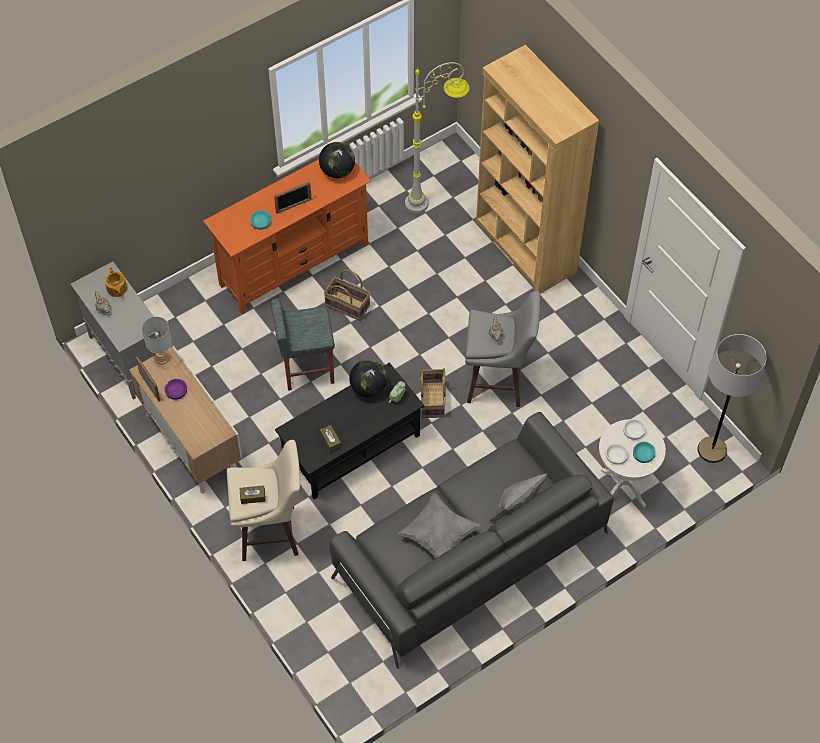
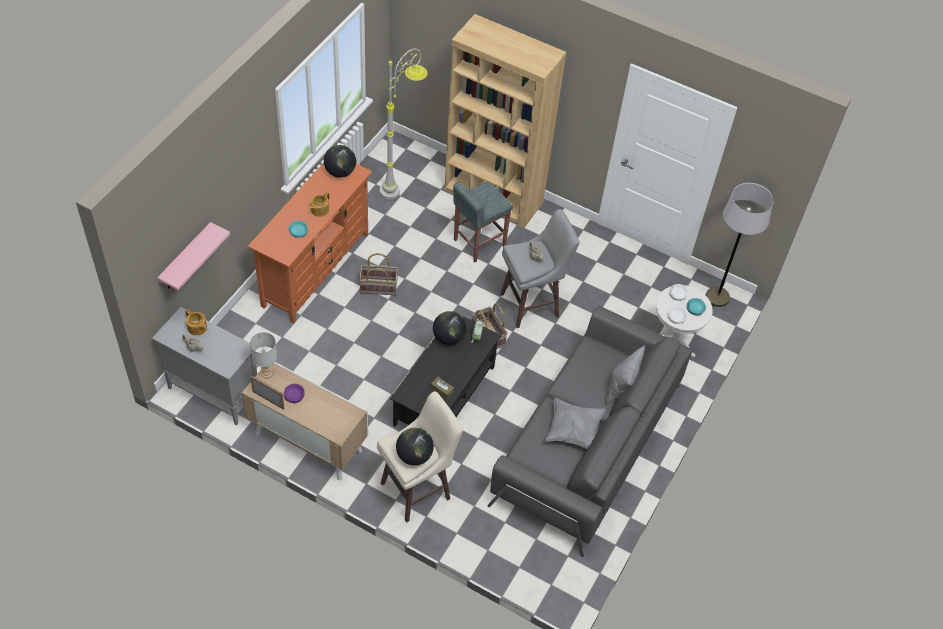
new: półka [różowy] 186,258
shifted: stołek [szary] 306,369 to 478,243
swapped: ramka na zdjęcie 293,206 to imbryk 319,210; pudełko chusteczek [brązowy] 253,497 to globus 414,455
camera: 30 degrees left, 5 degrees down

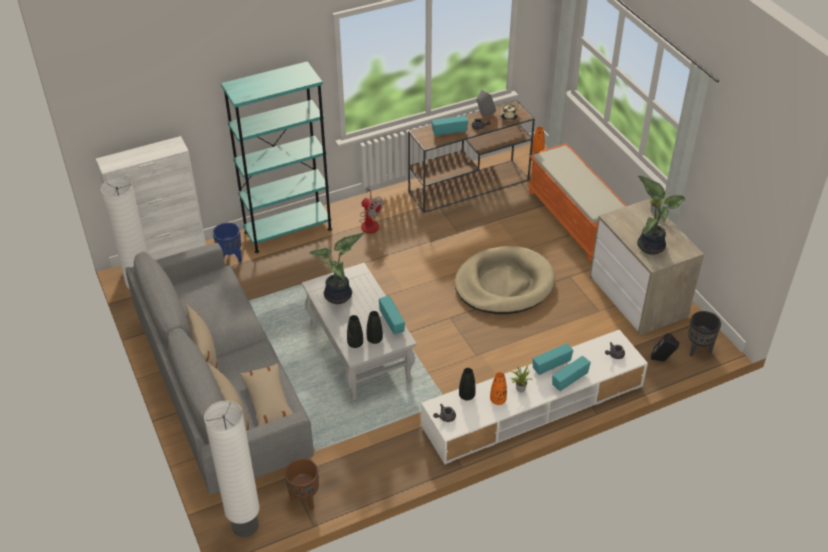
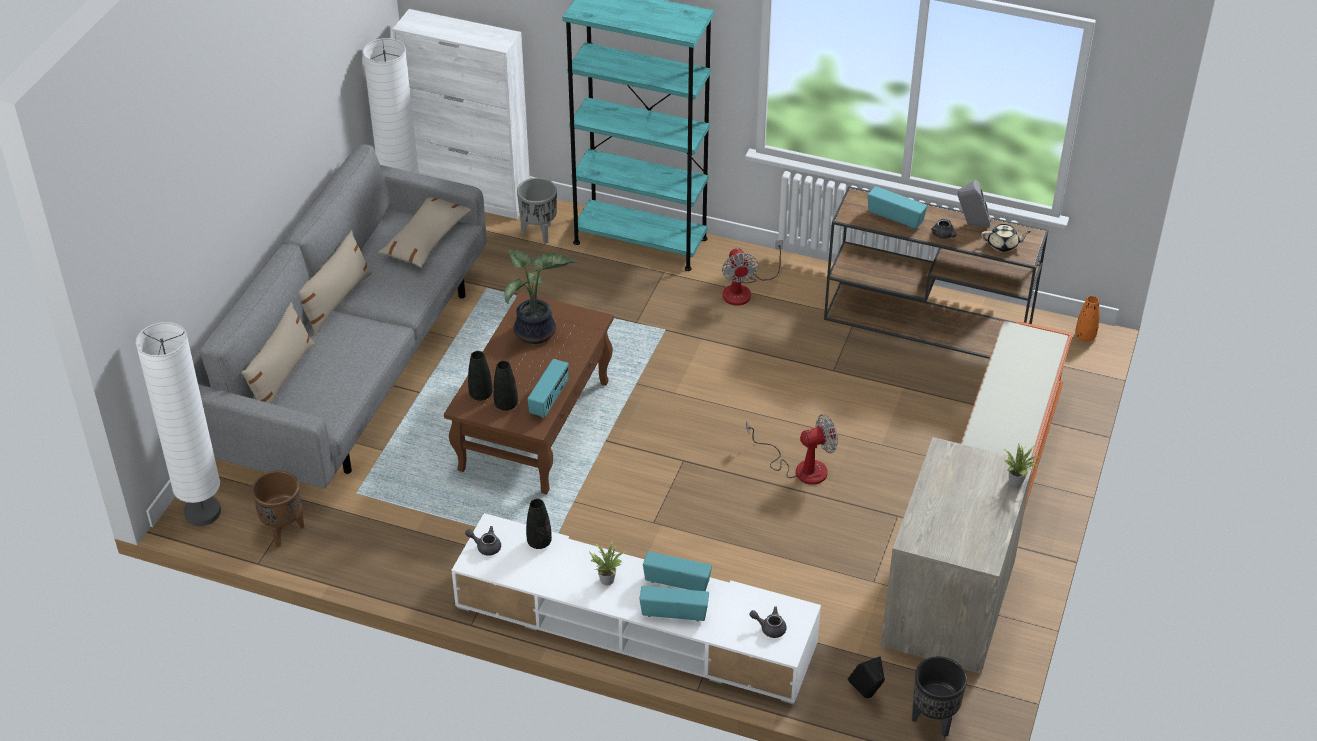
gone: roślina doniczkowa 651,245; wazon [pomarańczowy] 498,400
shifted: poduszka [beżowy] 268,402 to 426,239
swapped: legowisko [beżowy] 504,284 to wentylator 800,467
repainted: donica [niebieski] 230,259 to donica [szary] 539,233; ława [biały] 359,351 to ława [brązowy] 535,424
camera: 45 degrees right, 0 degrees up

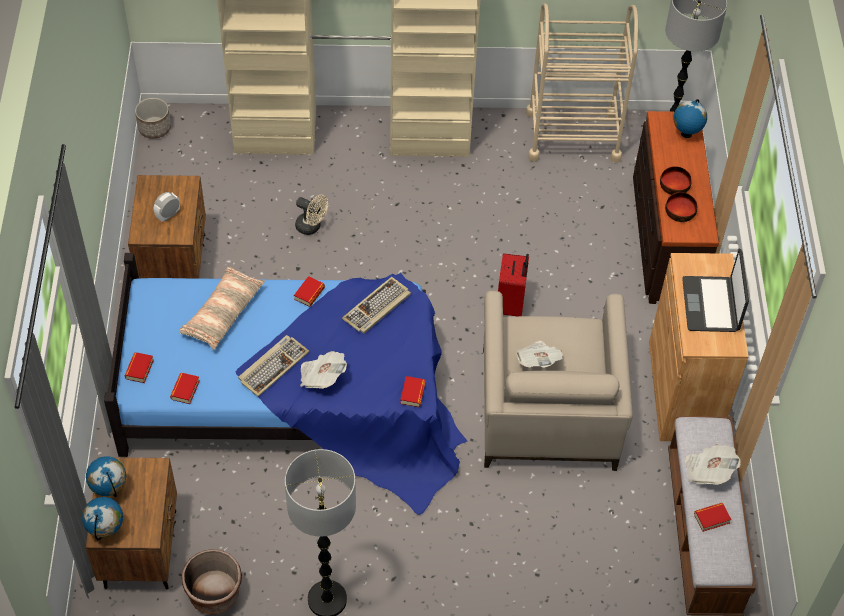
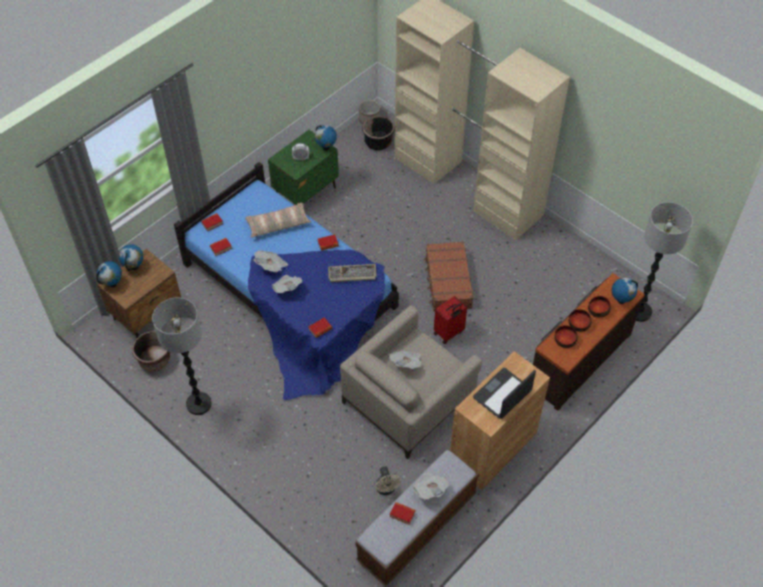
gone: wózek [beżowy] 572,135
new: donica [czarny] 378,142; globus 326,147; walizka [brązowy] 447,282; miska 598,309
shifted: wentylator [beżowy] 312,227 to 386,489
swapped: klawiatura 273,366 to gazeta 271,266
repainted: szafka nocna [brązowy] 174,263 to szafka nocna [zielony] 306,192
camera: 45 degrees right, 0 degrees up

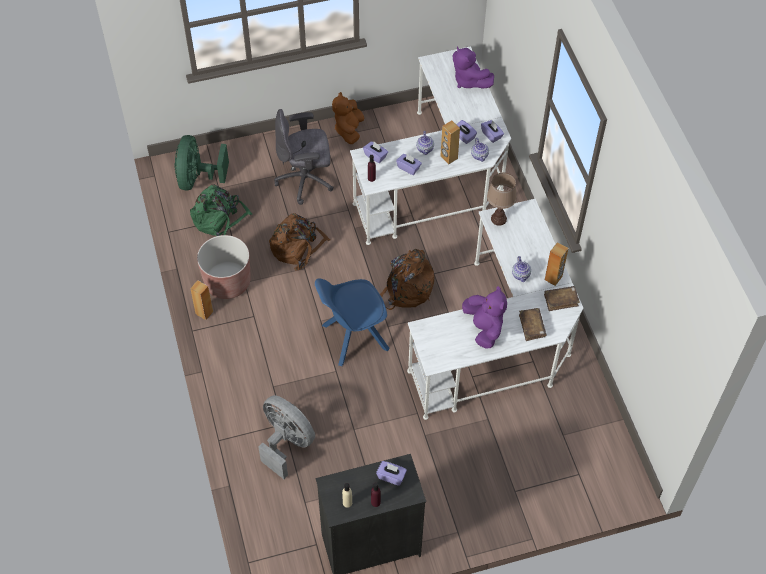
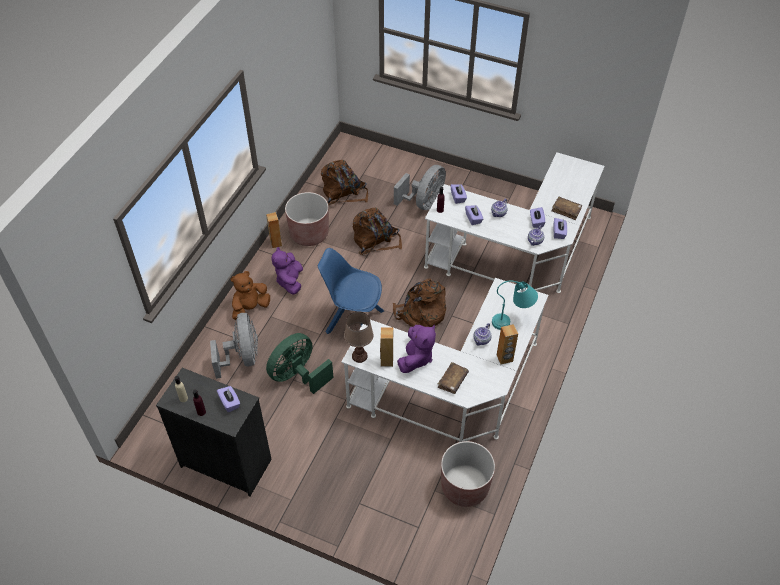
new: lampa stołowa [turkusowy] 513,320; donica [brązowy] 464,487
shifted: pluszak [fioletowy] 468,80 to 290,281; pluszak [brązowy] 349,130 to 250,308; głośnik [brązowy] 448,157 to 386,360; wentylator [zielony] 198,178 to 298,375; lampa stołowa [brązowy] 498,219 to 359,356; książka [brązowy] 561,300 to 566,210
swapped: krzesło biurowe [szary] 305,180 to wentylator [szary] 423,202
repainted: plecak [zielony] 219,219 to plecak [brązowy] 343,193
camera: 40 degrees right, 5 degrees down

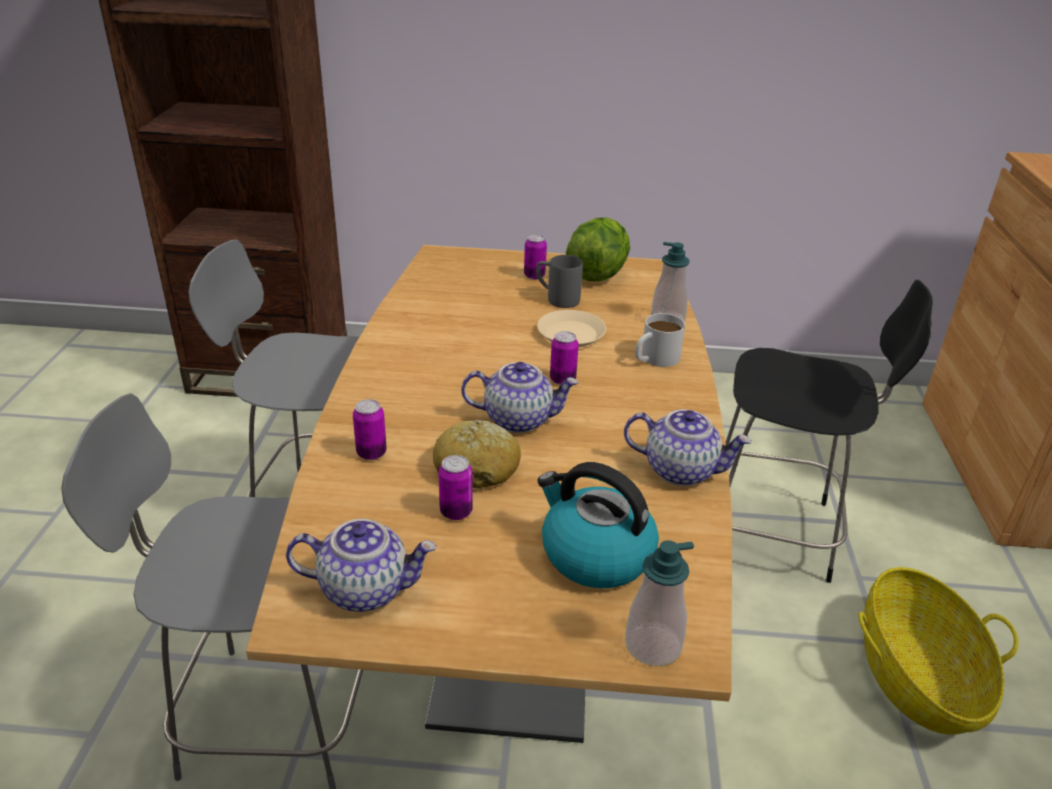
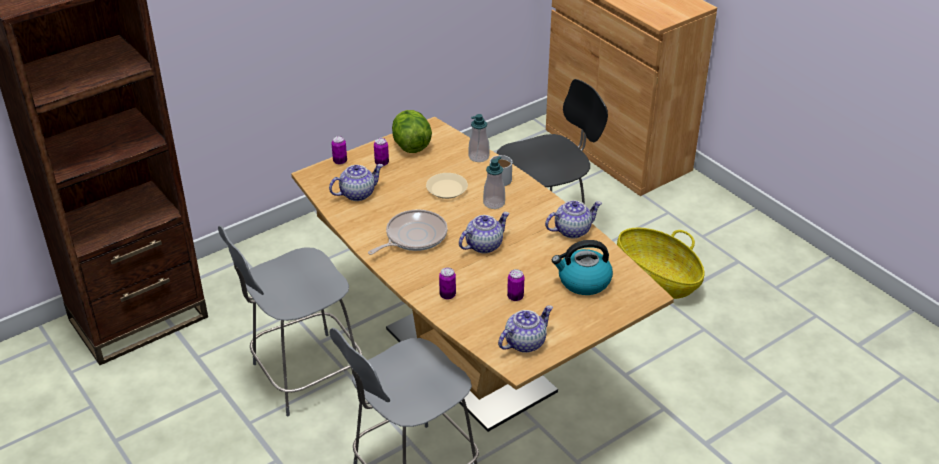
gone: kubek [szary] 556,299; chleb 477,468
new: imbryk 357,193; patelnia 413,237
shifted: puszka 562,380 to 340,161; dozownik mydła 653,645 to 494,203
camera: 40 degrees left, 5 degrees up

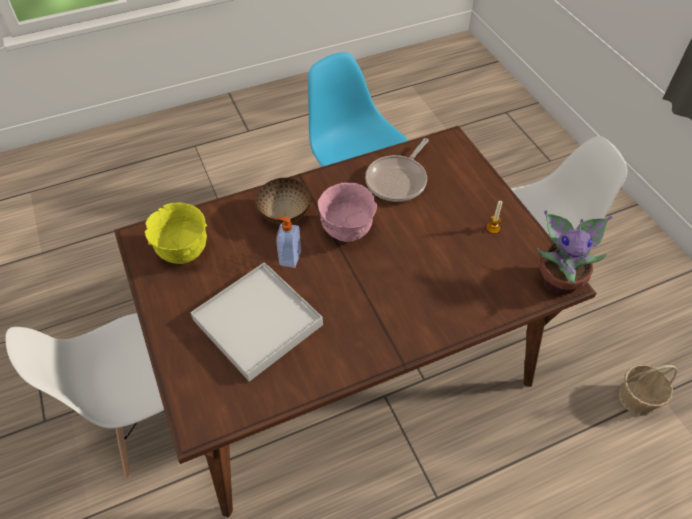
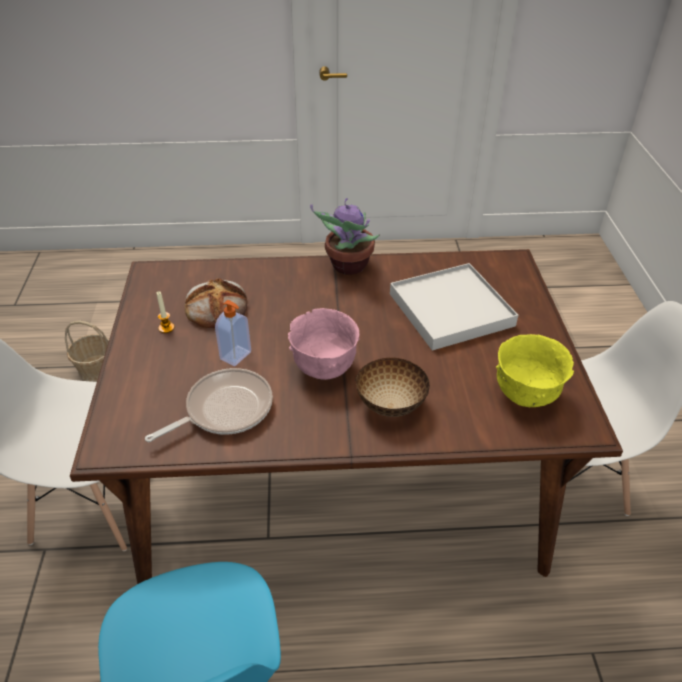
new: chleb 217,307
shifted: roślina doniczkowa 559,279 to 348,266; dozownik mydła 289,258 to 236,356
camera: 160 degrees left, 10 degrees down

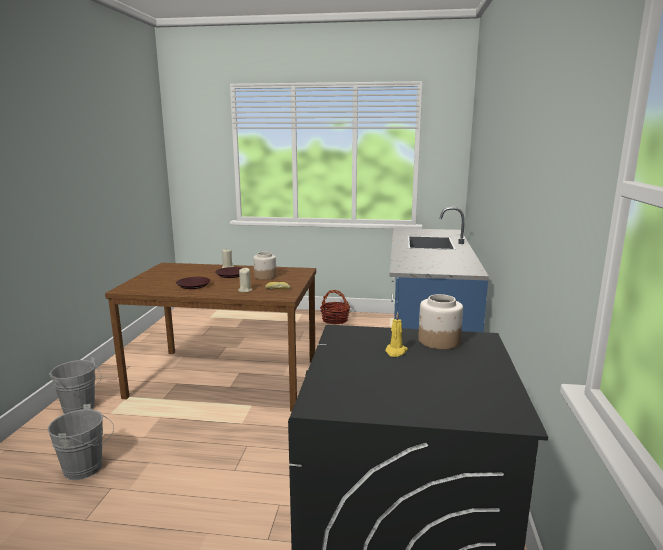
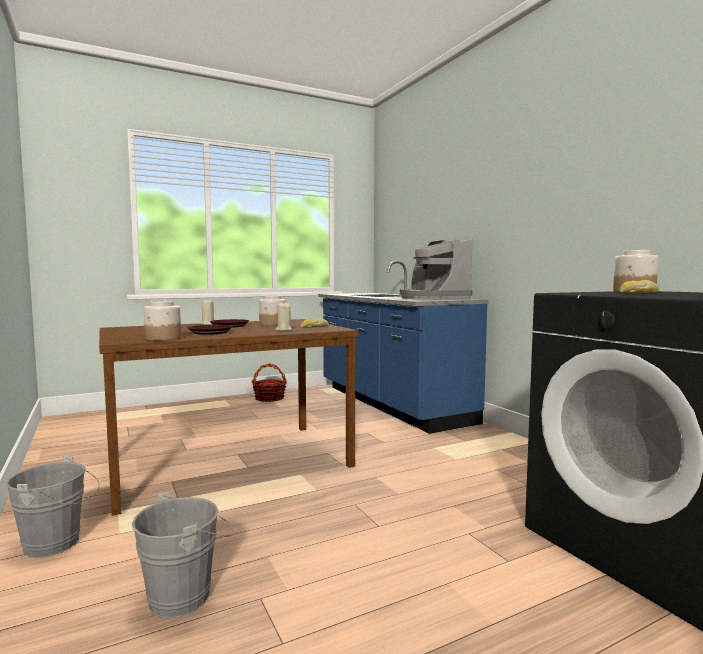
new: ekspres do kawy 433,298; słoik 163,338
swapped: świeca [żółty] 395,351 to chleb 637,293
camera: 35 degrees left, 10 degrees down

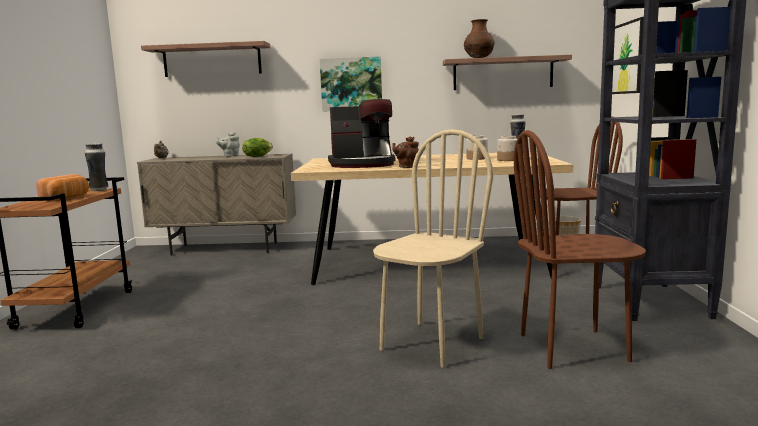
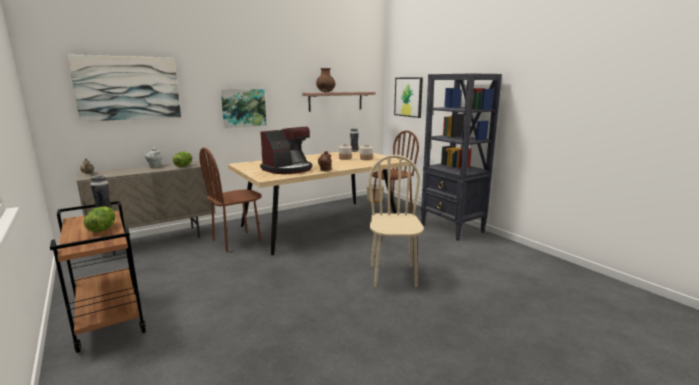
shifted: krzesło [brązowy] 573,348 to 237,241
swapped: półka 212,60 to obraz 128,88; chleb 67,198 to sałata 102,229
camera: 35 degrees left, 5 degrees up

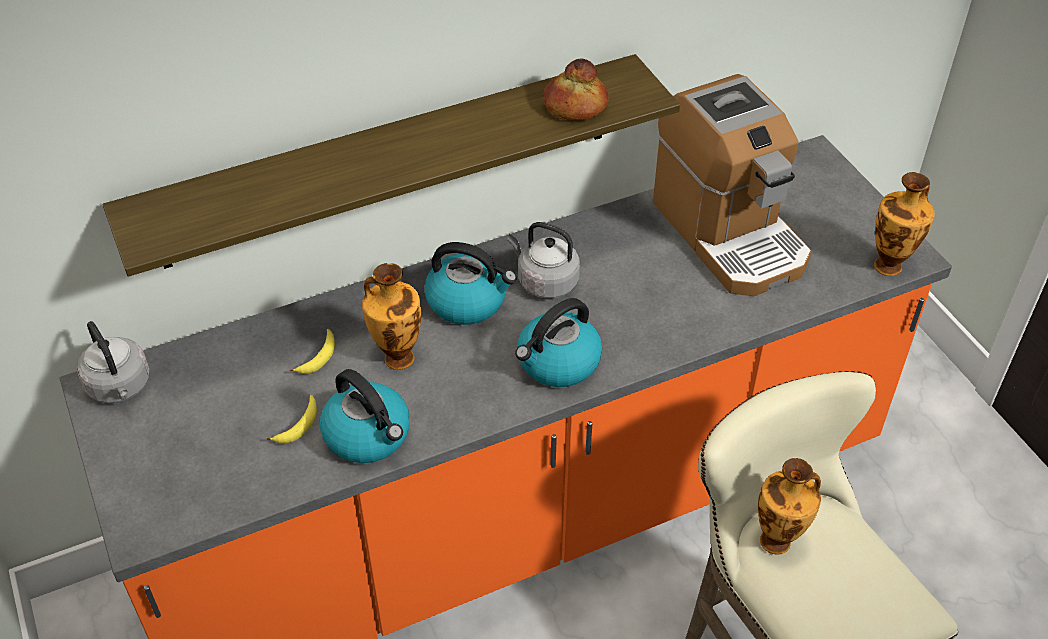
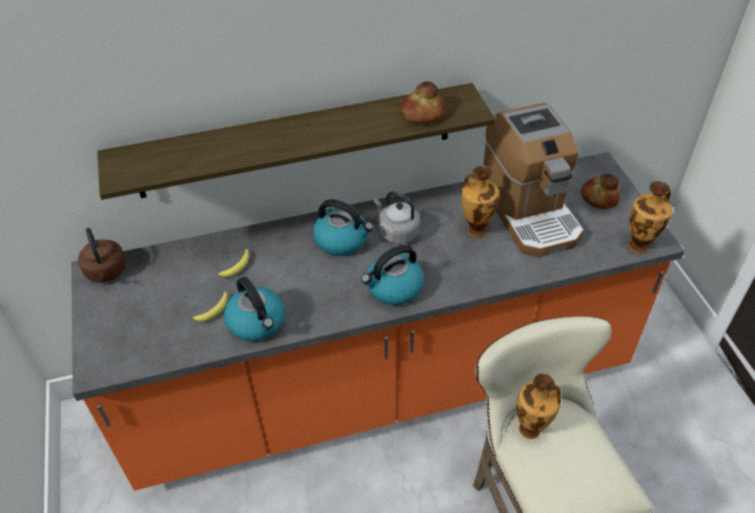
new: chleb 599,197
shifted: wazon 397,357 to 476,230
repainted: czajnik [szary] 120,387 to czajnik [brązowy] 107,272
camera: 10 degrees right, 0 degrees up

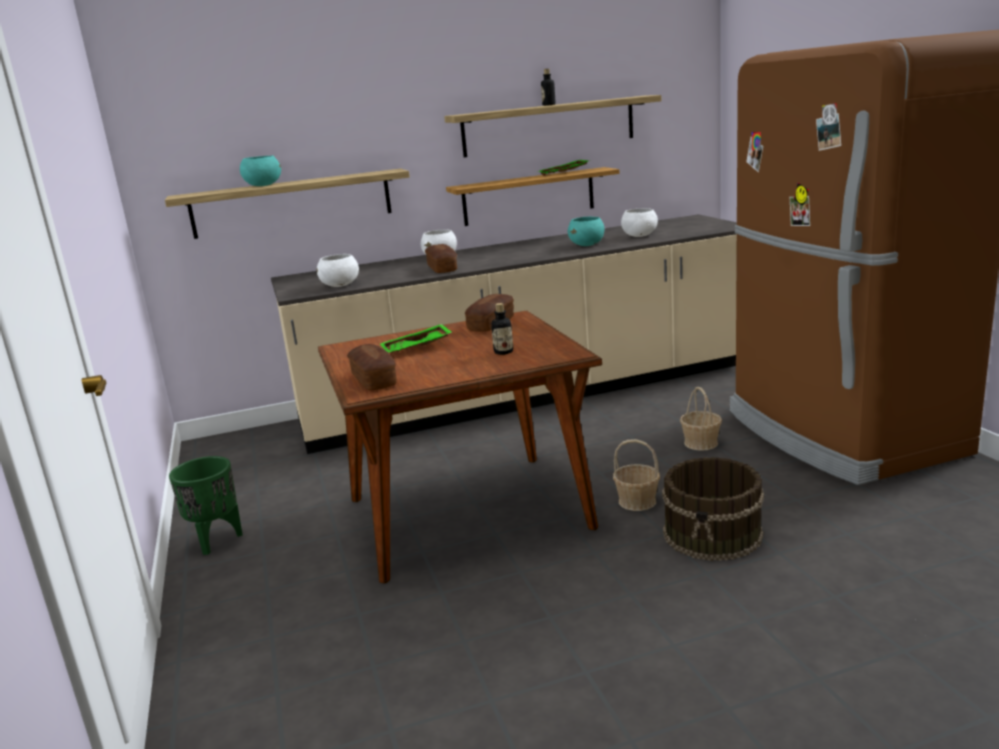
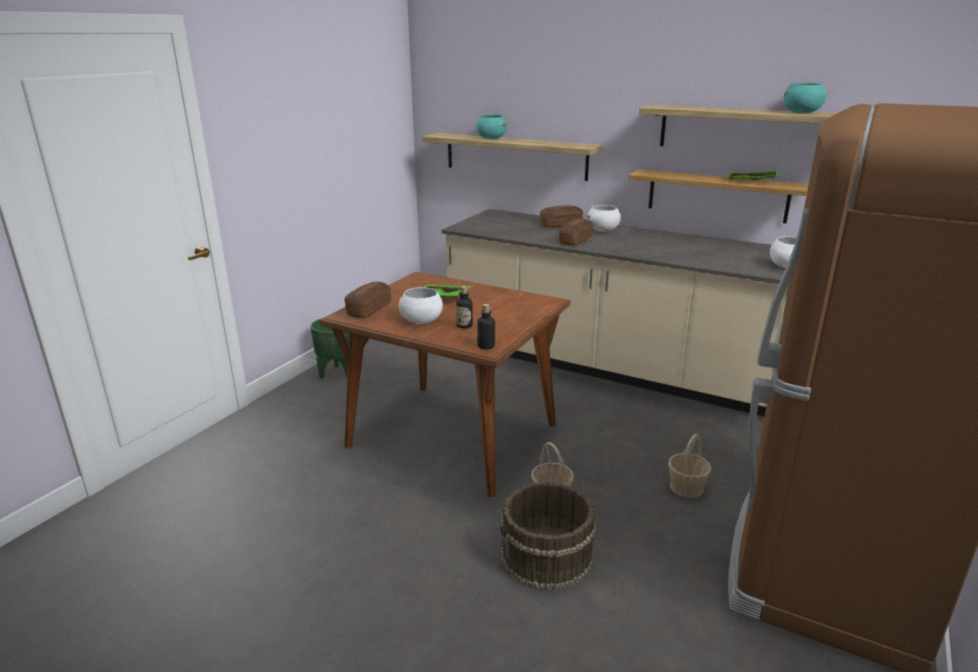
shifted: butelka 549,105 to 486,346; miska [turkusowy] 587,245 to 802,113; miska [biały] 340,285 to 421,321; chleb 491,324 to 561,224
camera: 45 degrees right, 5 degrees up

